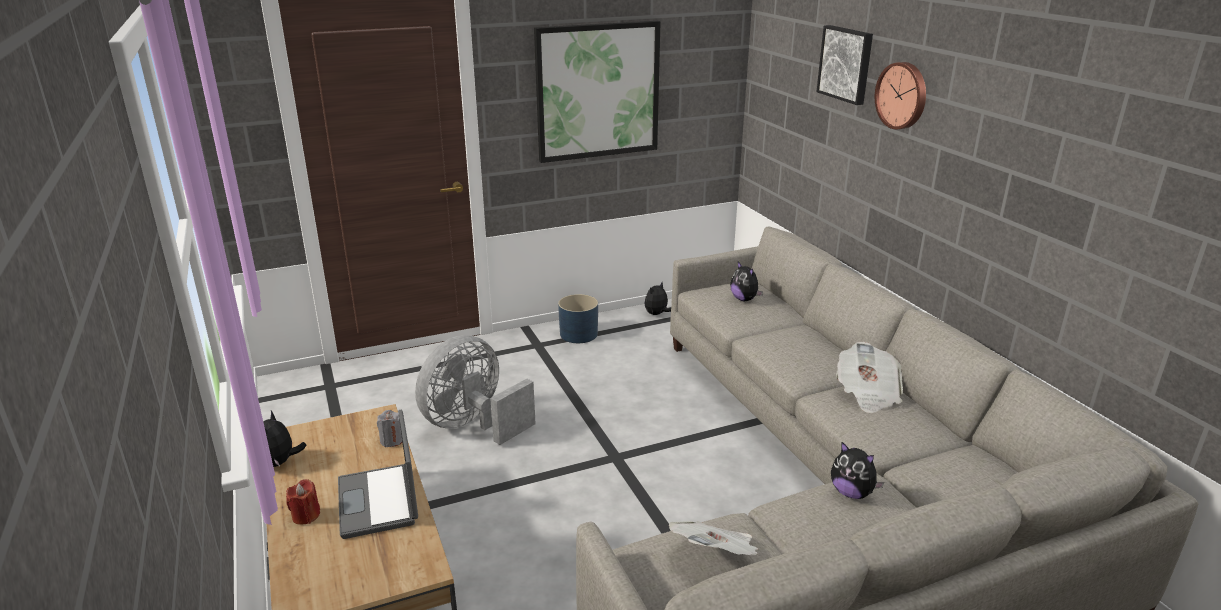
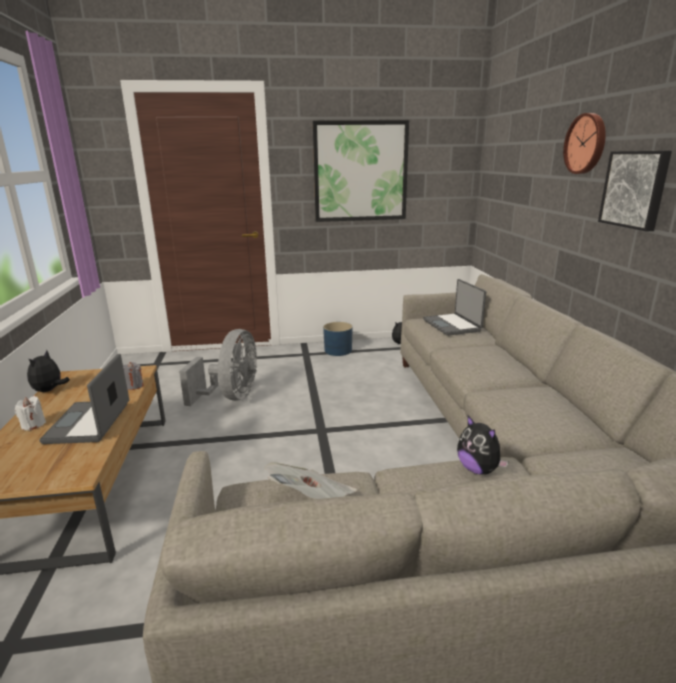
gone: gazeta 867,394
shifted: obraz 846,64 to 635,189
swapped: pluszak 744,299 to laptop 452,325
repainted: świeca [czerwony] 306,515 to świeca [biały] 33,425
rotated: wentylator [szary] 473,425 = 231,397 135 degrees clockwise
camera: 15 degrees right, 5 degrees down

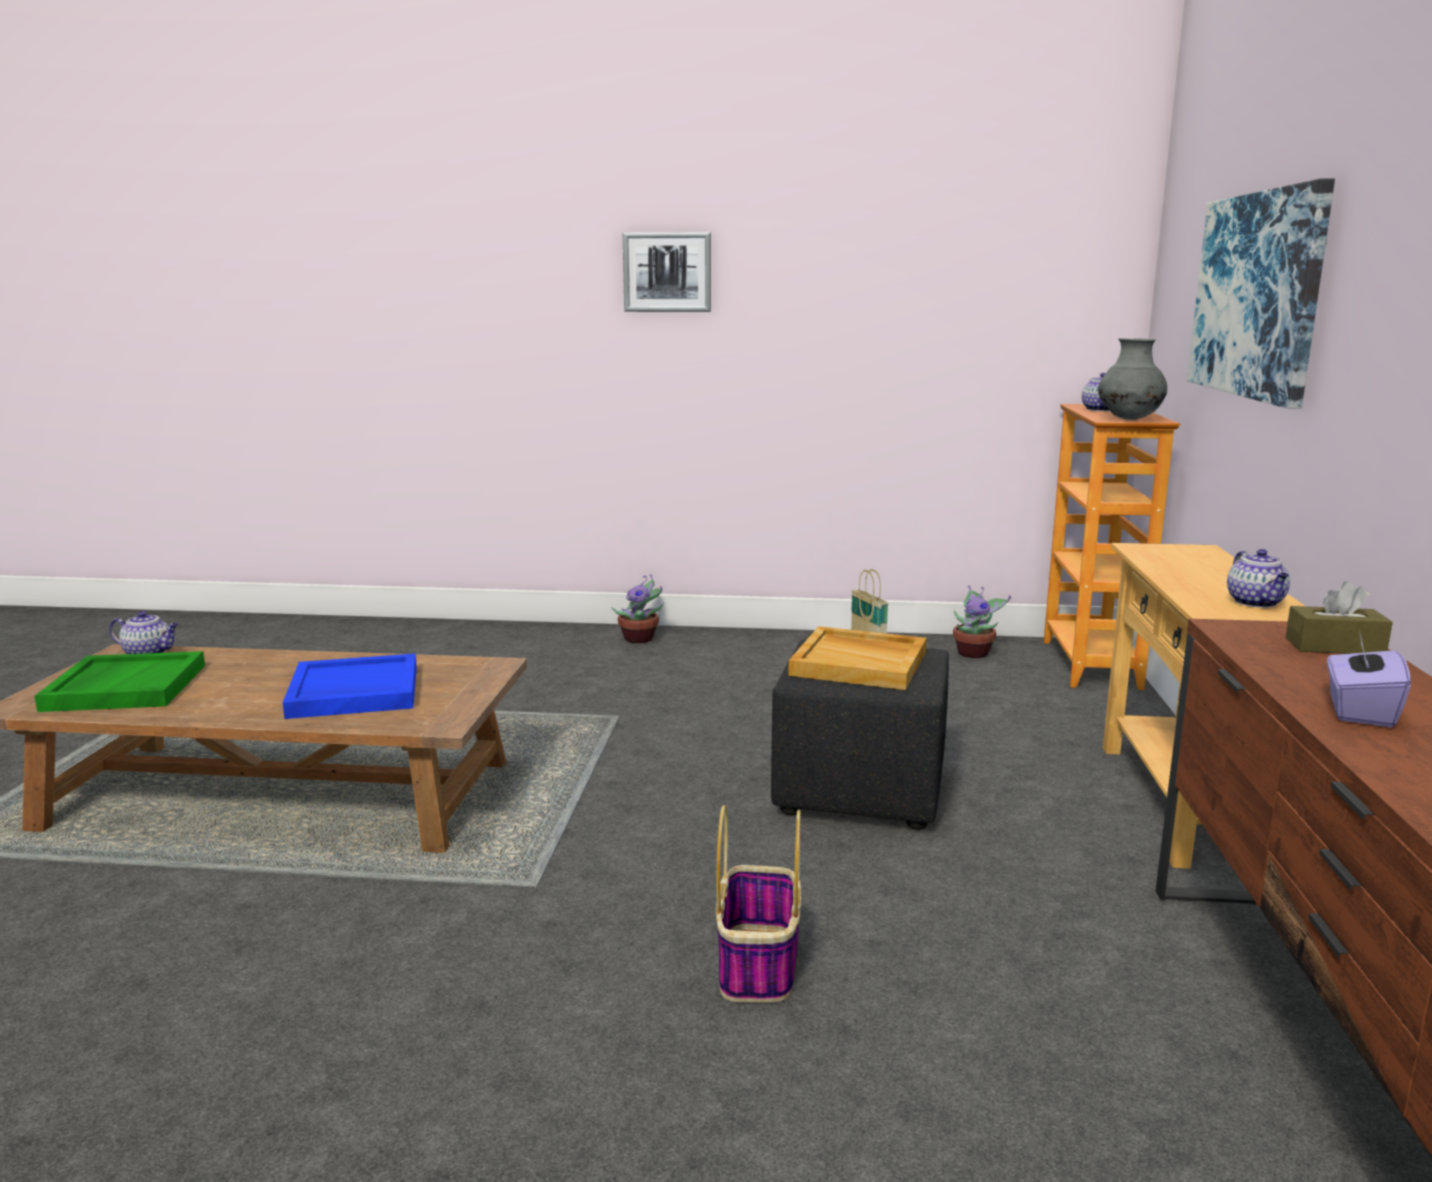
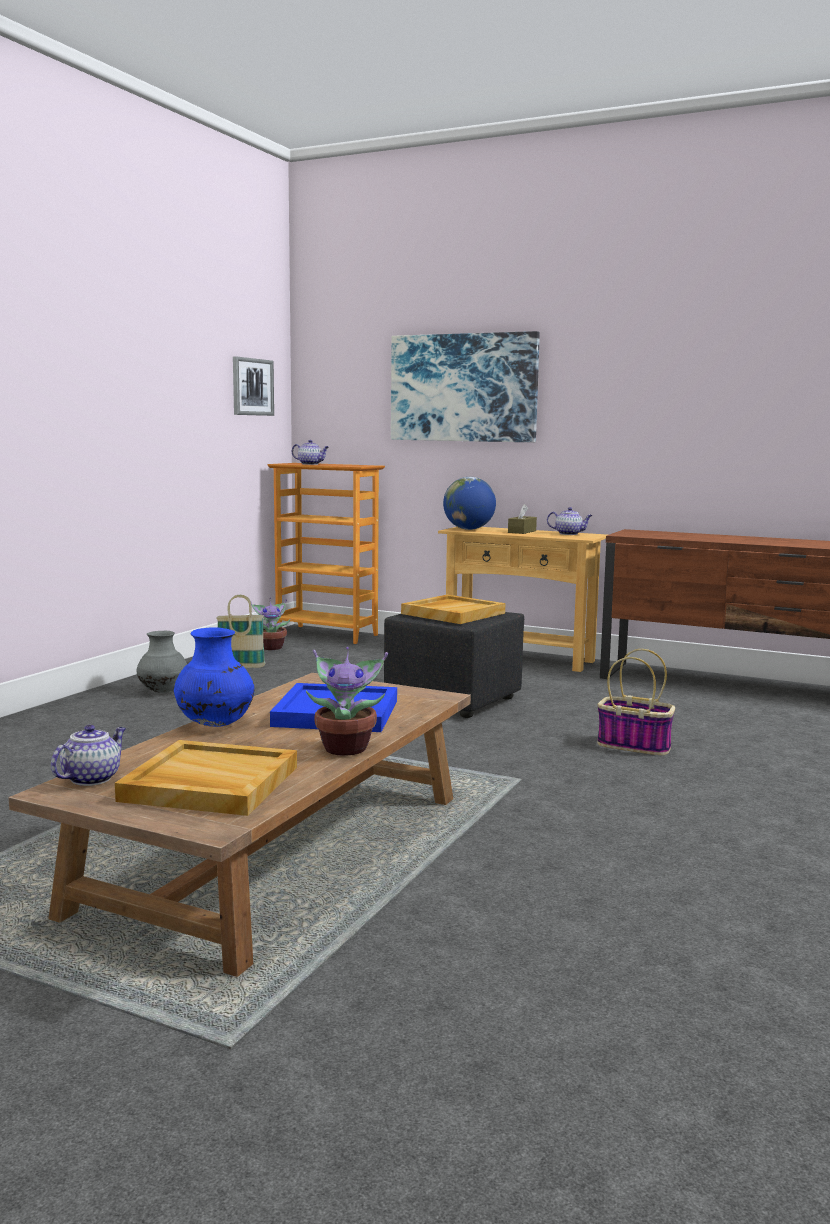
gone: pudełko chusteczek [fioletowy] 1359,711
new: globus 469,529; wazon [niebieski] 215,724
shifted: obraz 667,272 to 252,387; wazon [szary] 1129,419 to 163,692; roślina doniczkowa 641,639 to 346,748; pudełko chusteczek [brązowy] 1334,647 to 522,532
repainted: taca [zielony] 125,687 to taca [beżowy] 209,784
camera: 70 degrees left, 5 degrees down

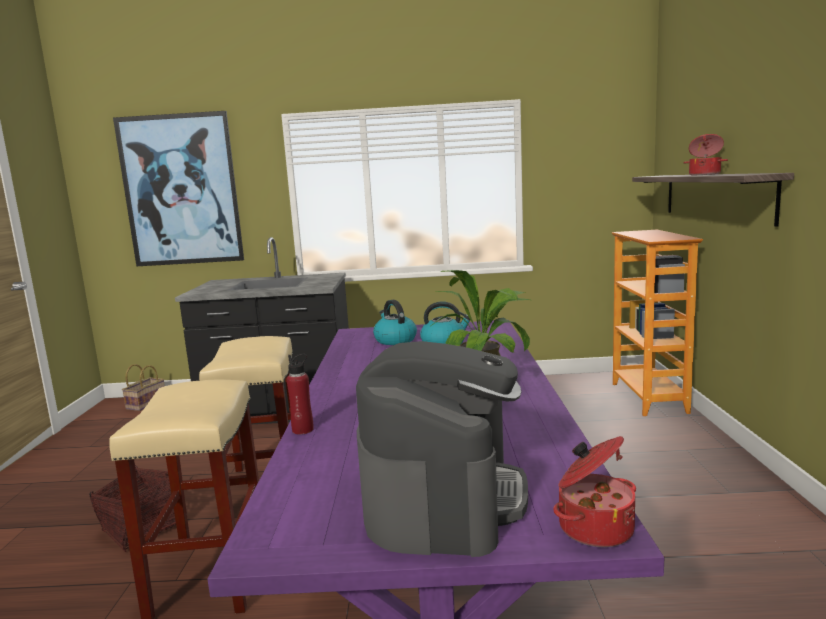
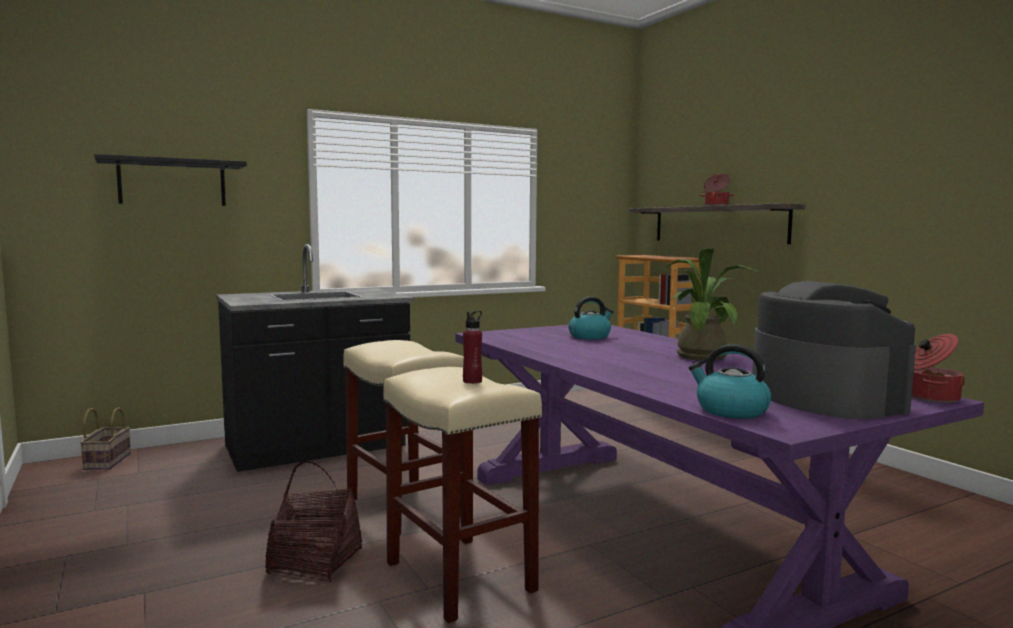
shifted: czajnik 394,340 to 730,411; butelka [czerwony] 303,430 to 472,381
swapped: obraz 181,190 to półka [czarny] 172,183
camera: 30 degrees left, 5 degrees down

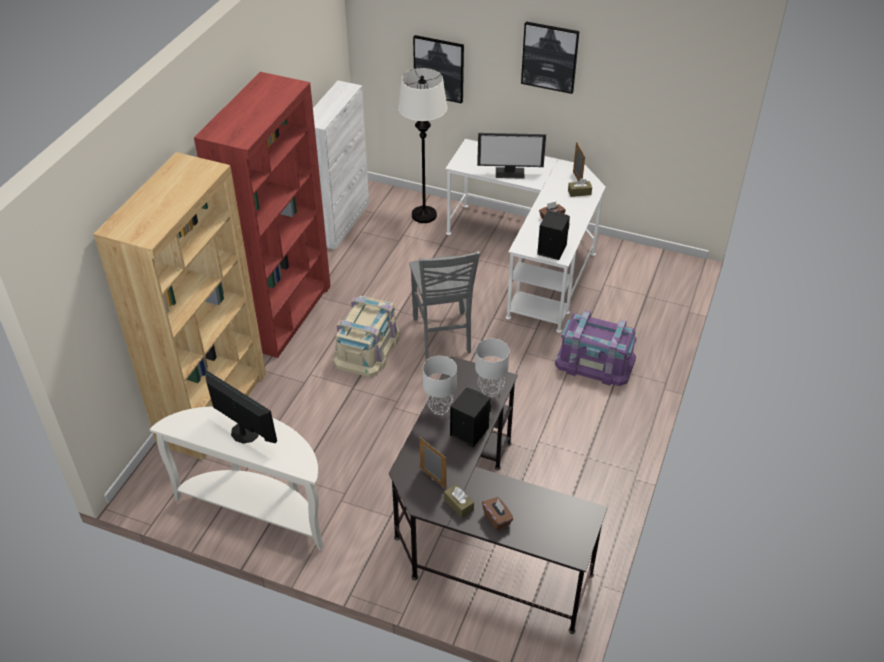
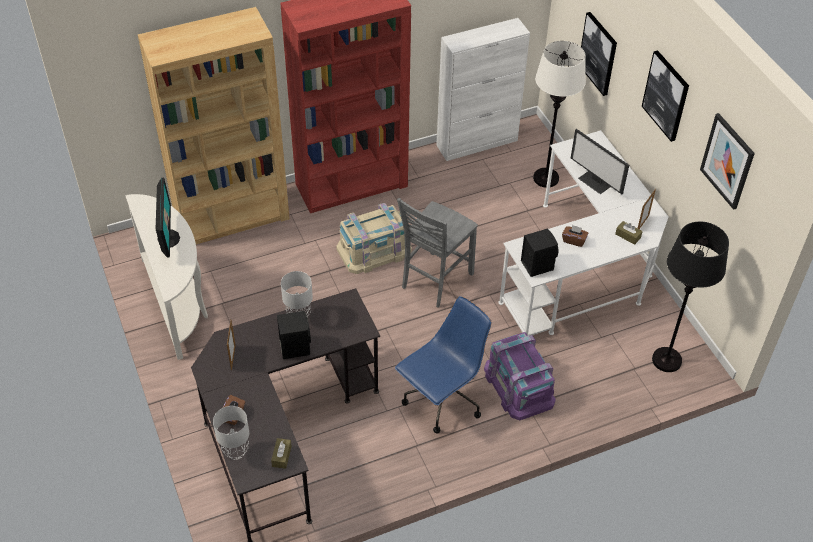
new: obraz 727,161; lampa stojąca [czarny] 666,360; krzesło biurowe [niebieski] 442,401
shifted: lampa stołowa [szary] 490,390 to 236,452; pudełko chusteczek [brązowy] 458,504 to 281,456
camera: 45 degrees right, 5 degrees up

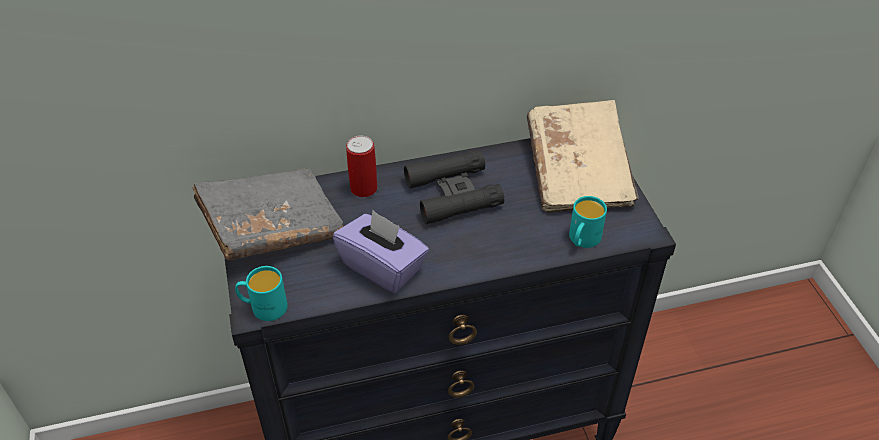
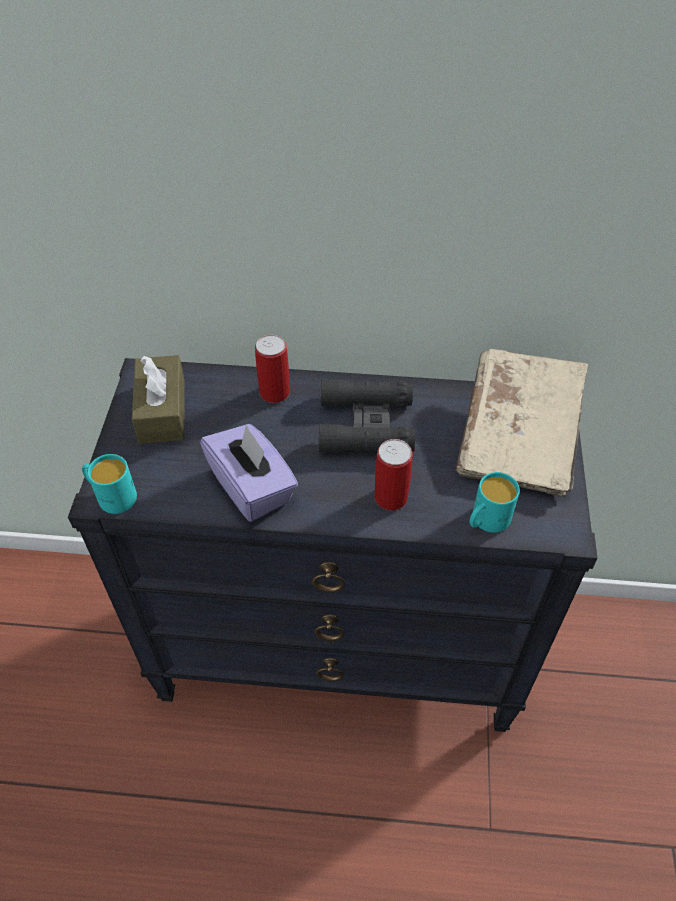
new: puszka 391,497
swapped: książka [szary] 272,227 to pudełko chusteczek [brązowy] 162,411
camera: 20 degrees right, 5 degrees up

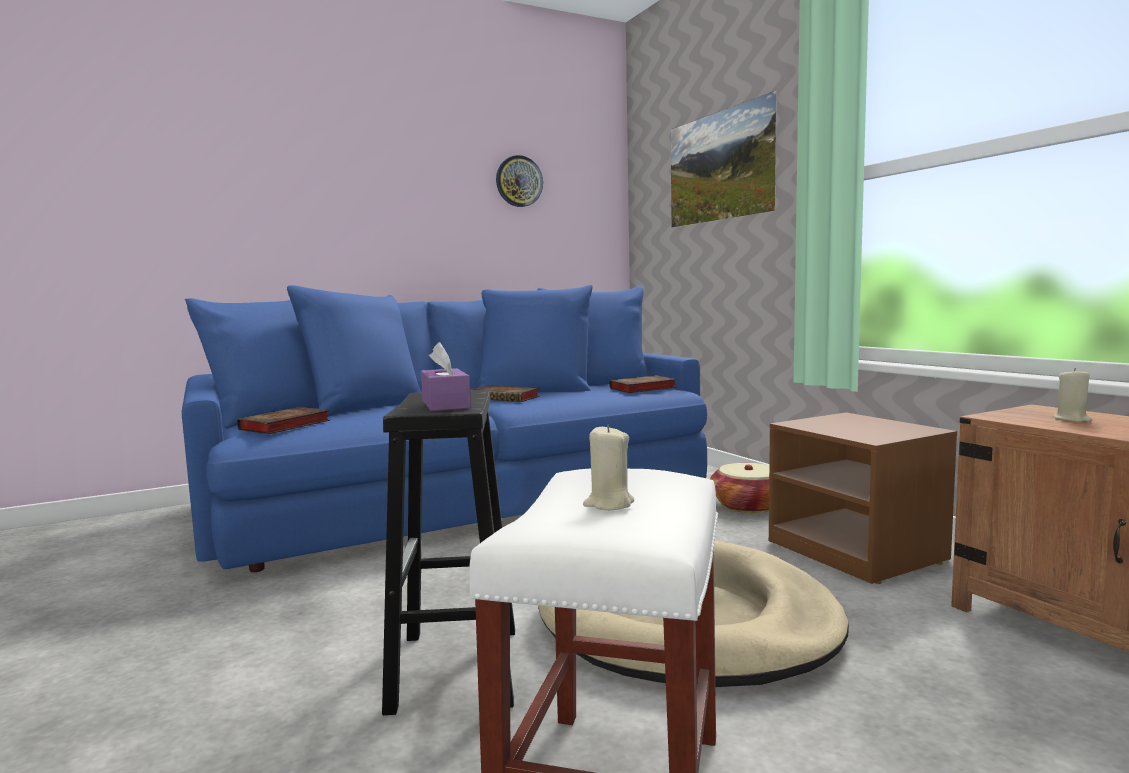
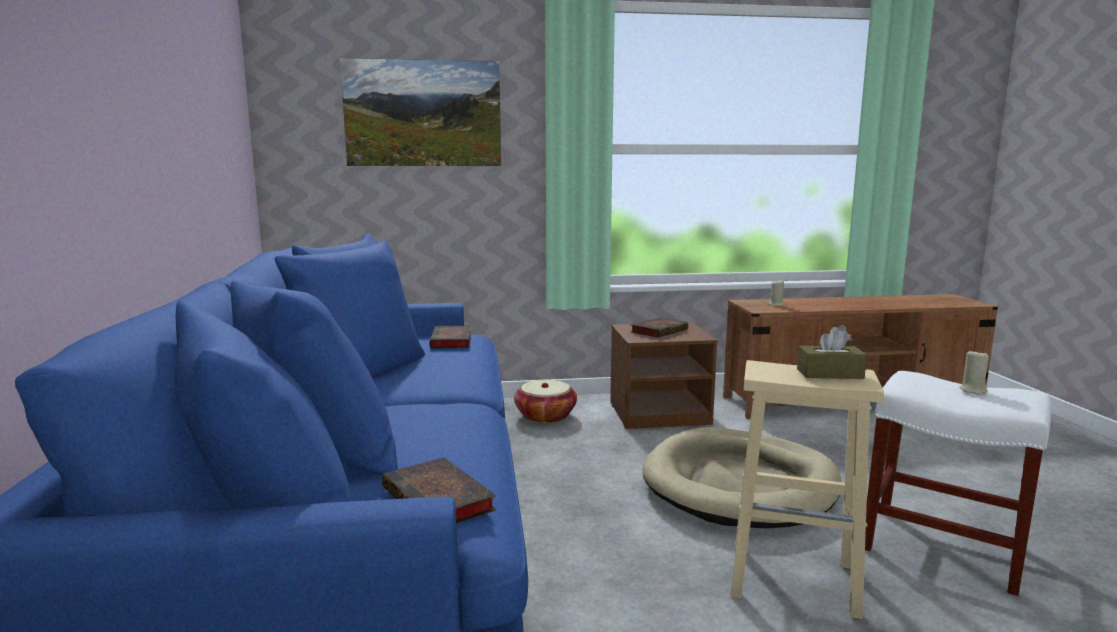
gone: zegar ścienny 519,181
shifted: książka 506,398 to 659,331
repainted: pudełko chusteczek [fioletowy] 445,404 to pudełko chusteczek [brązowy] 829,374; stołek [czarny] 456,669 to stołek [beżowy] 795,580
camera: 70 degrees left, 5 degrees up

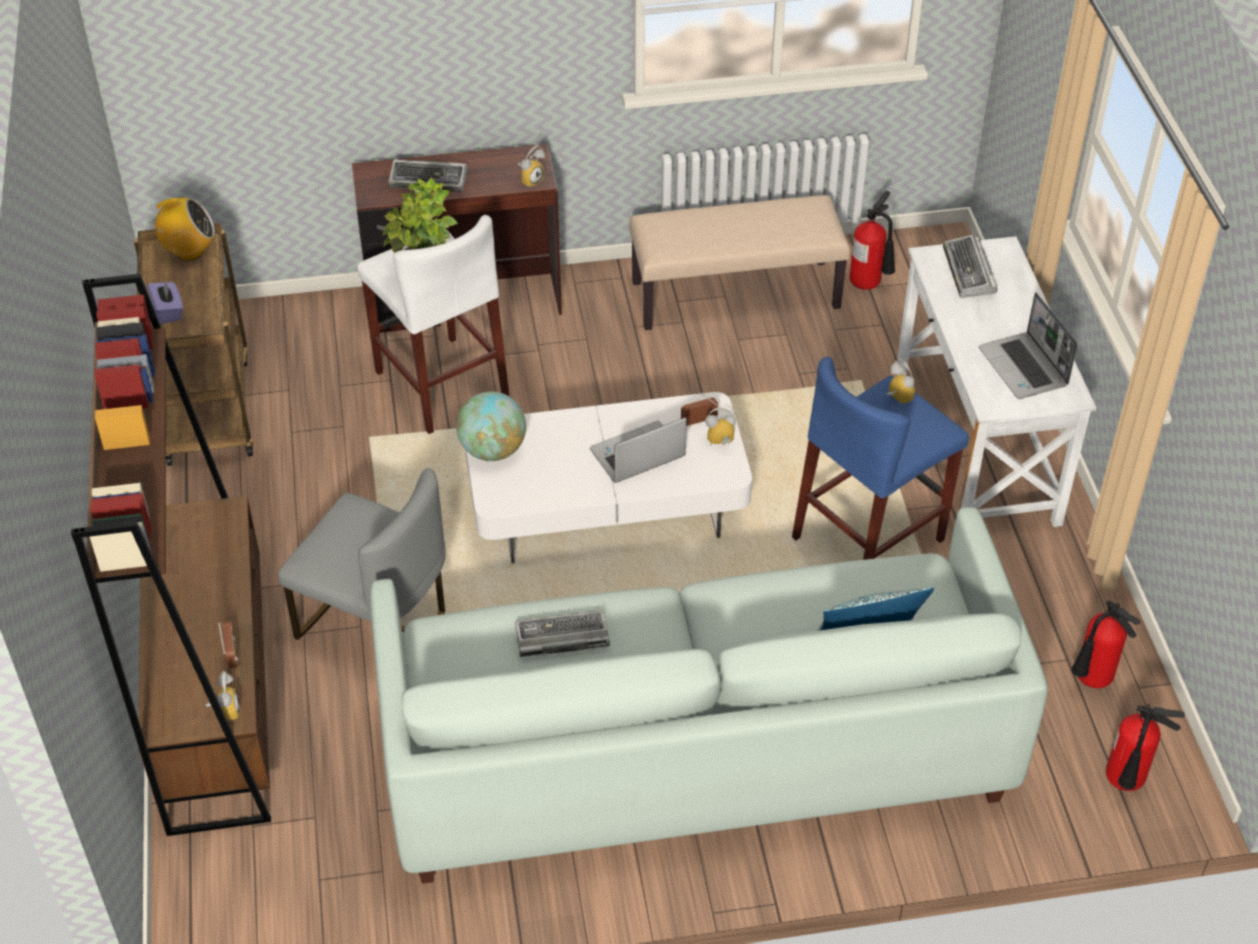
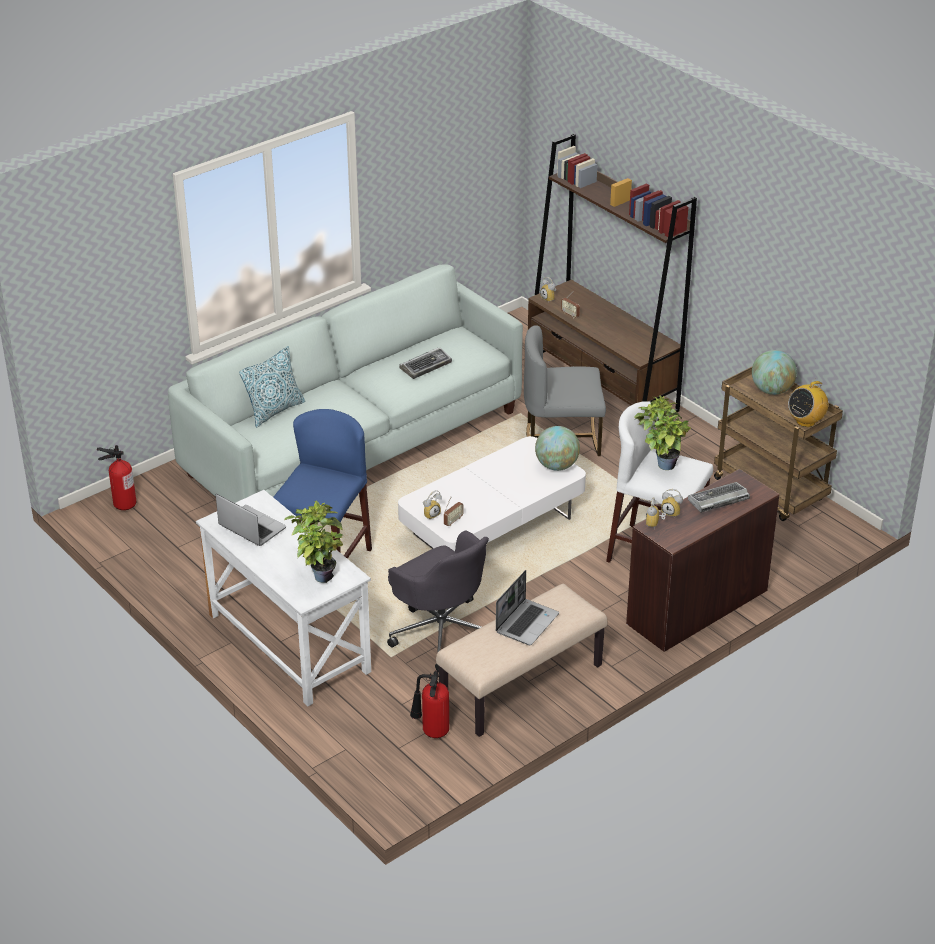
gone: gaśnica 1090,681
new: krzesło biurowe [szary] 441,632
shifted: budzik 896,399 to 672,512; laptop 637,455 to 526,623
swapped: klawiatura 969,272 to roślina doniczkowa 319,575; pudełko chusteczek [fioletowy] 168,311 to globus 772,390
camera: 150 degrees right, 10 degrees down

